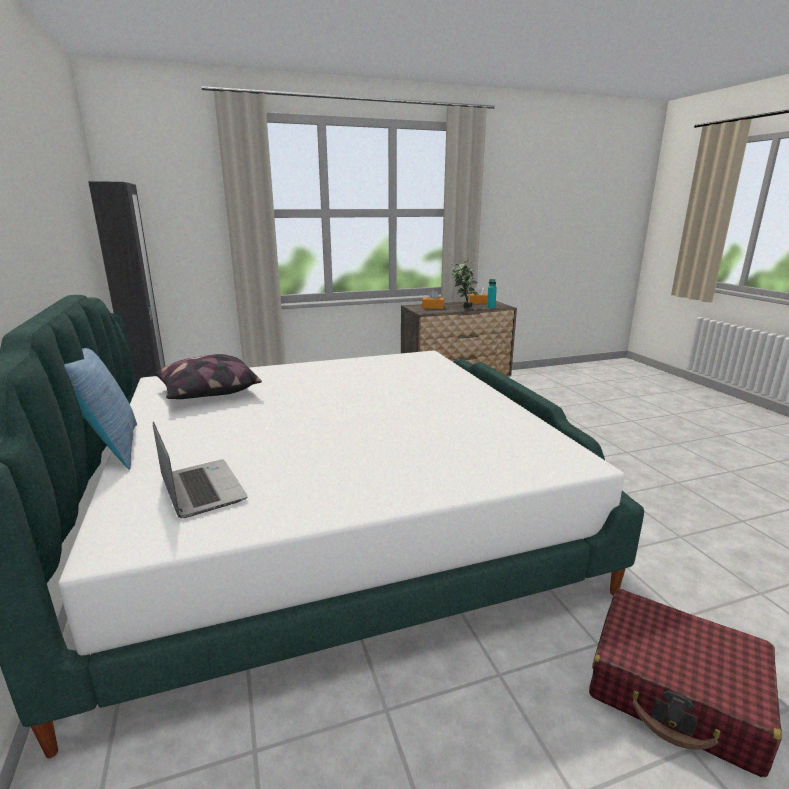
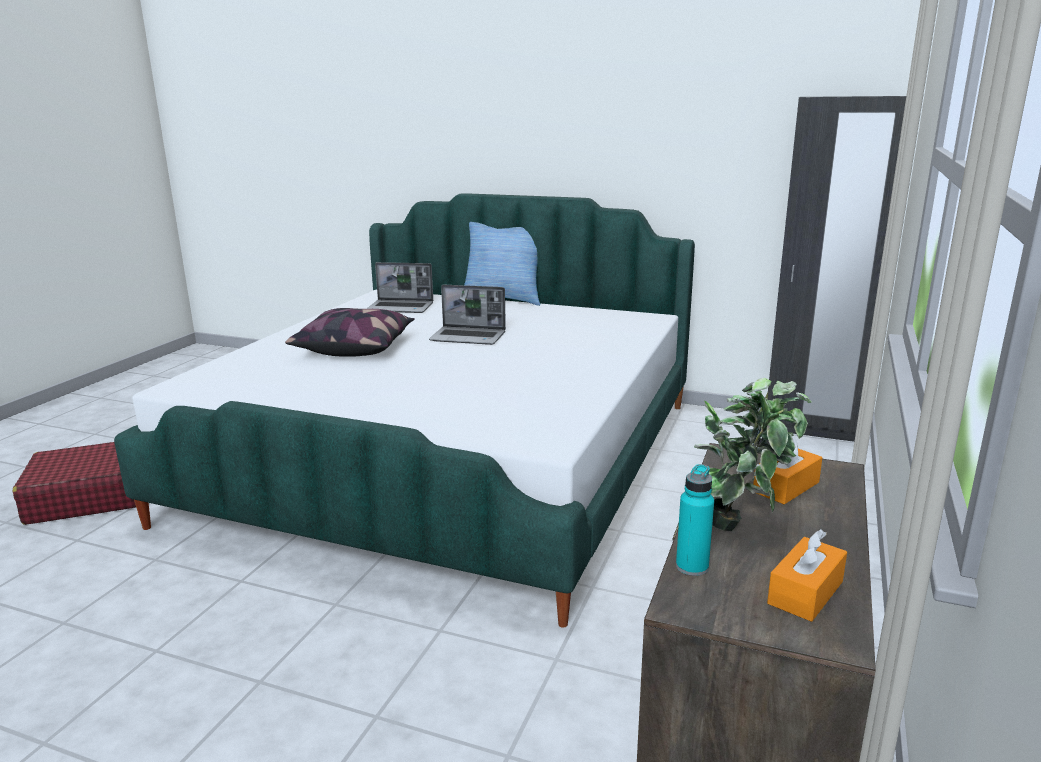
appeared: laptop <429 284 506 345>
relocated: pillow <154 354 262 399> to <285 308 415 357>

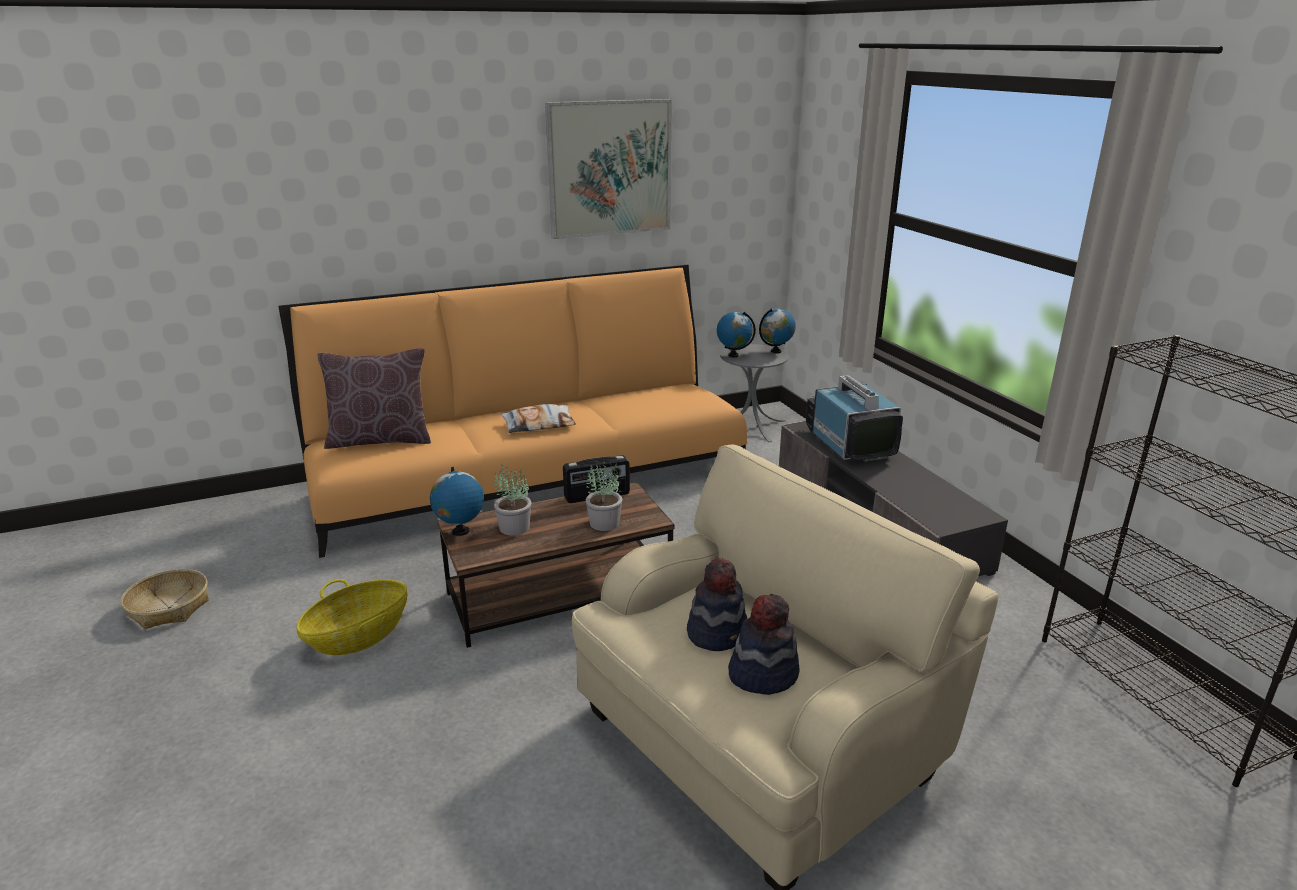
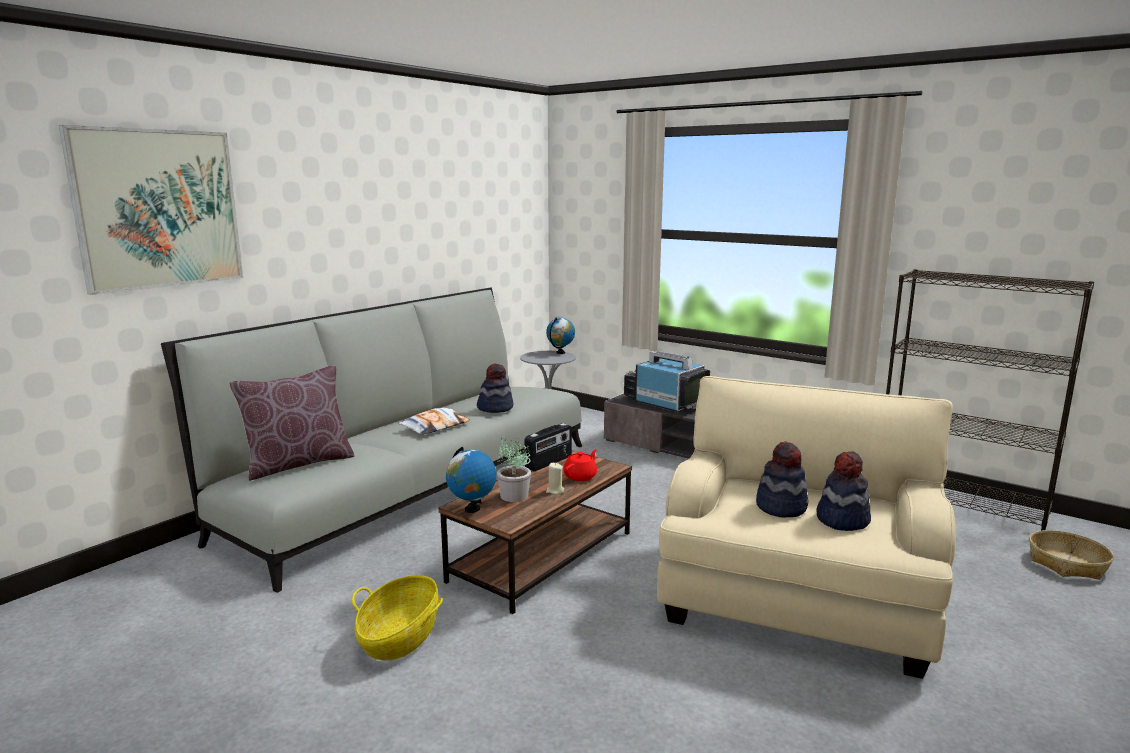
missing: globe <717 312 756 357>
appeared: hat <477 363 513 413>; candle (beige) <546 463 564 494>
relocated: basket <121 569 209 629> to <1029 530 1114 580>; picture <545 99 672 239> to <59 125 243 295>
exchanged: potted plant <586 461 622 531> to teapot (red) <563 449 597 481>
colour: sofa (orange) <278 265 747 558> to sofa (grey) <161 287 582 593>

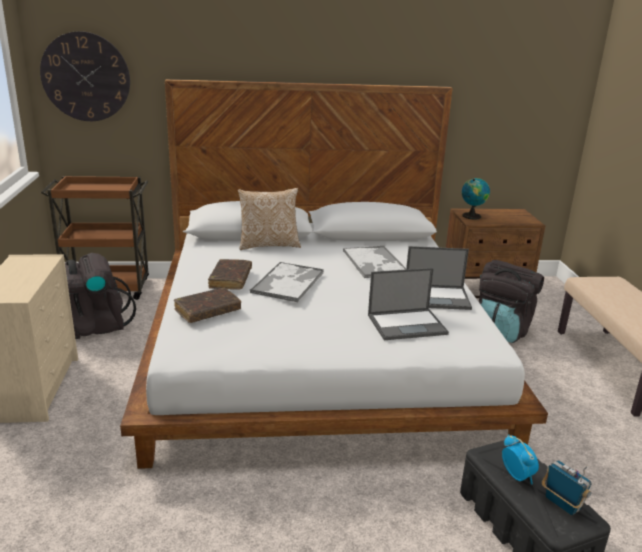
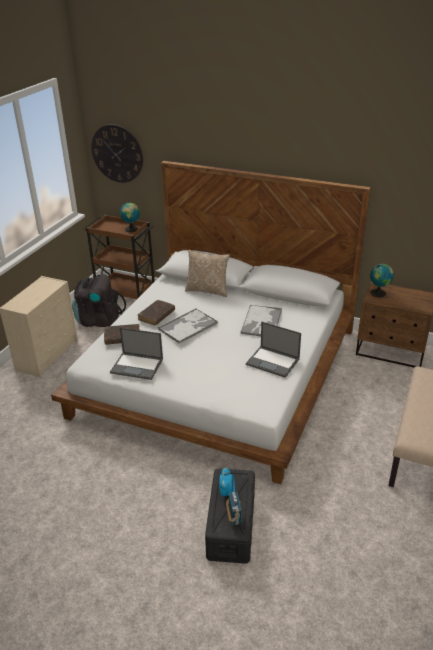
missing: backpack (black) <478 260 544 343>
appeared: globe <120 202 140 232>
relocated: laptop <368 268 449 340> to <110 328 163 380>

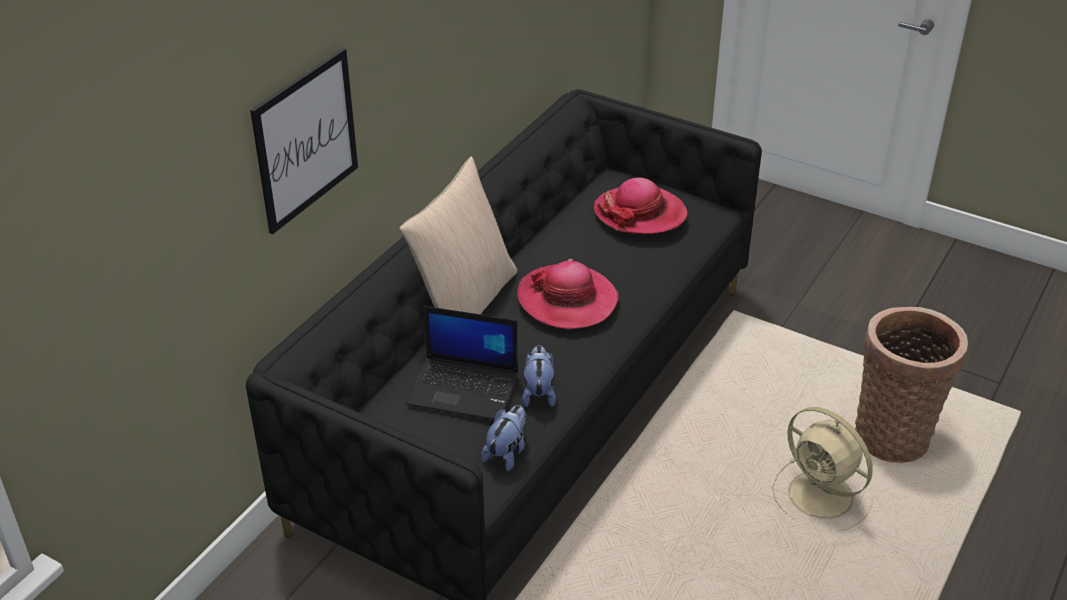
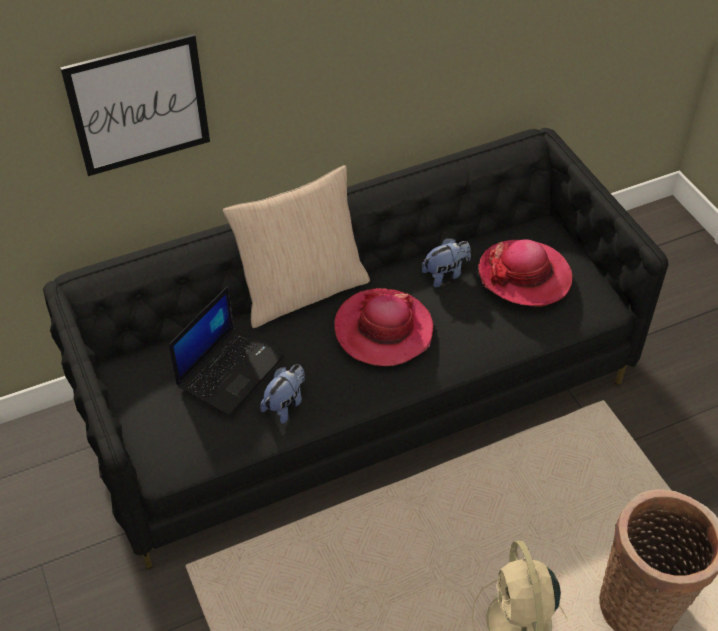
relocated: plush toy <481 405 526 471> to <422 238 471 287>
spun: laptop <406 306 518 420> = <169 286 284 416> 105 degrees counterclockwise

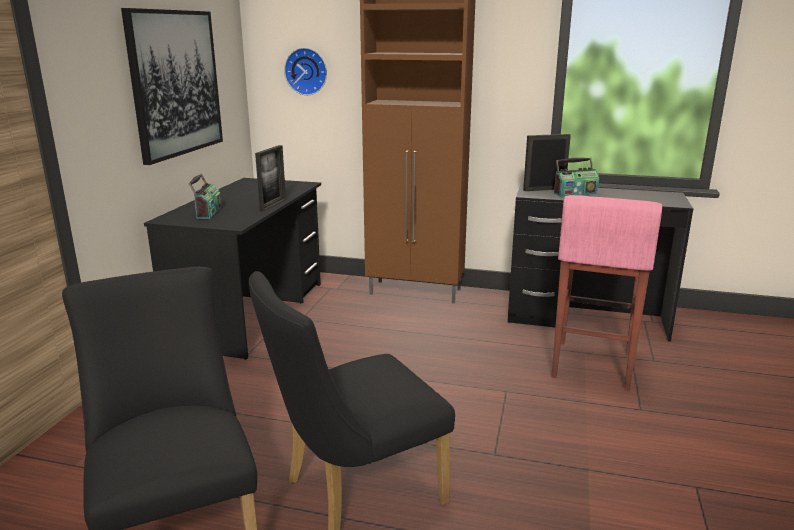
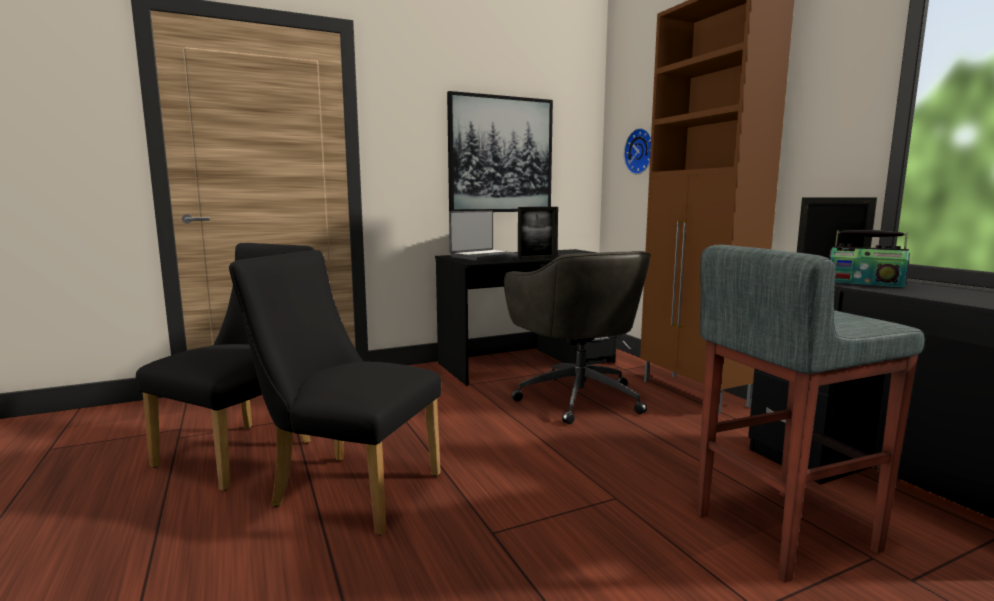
appeared: office chair (grey) <504 251 651 424>
exchanged: radio <189 174 221 219> to laptop <449 211 518 261>
colour: stool (pink) <551 195 662 391> to stool (grey) <696 245 925 583>

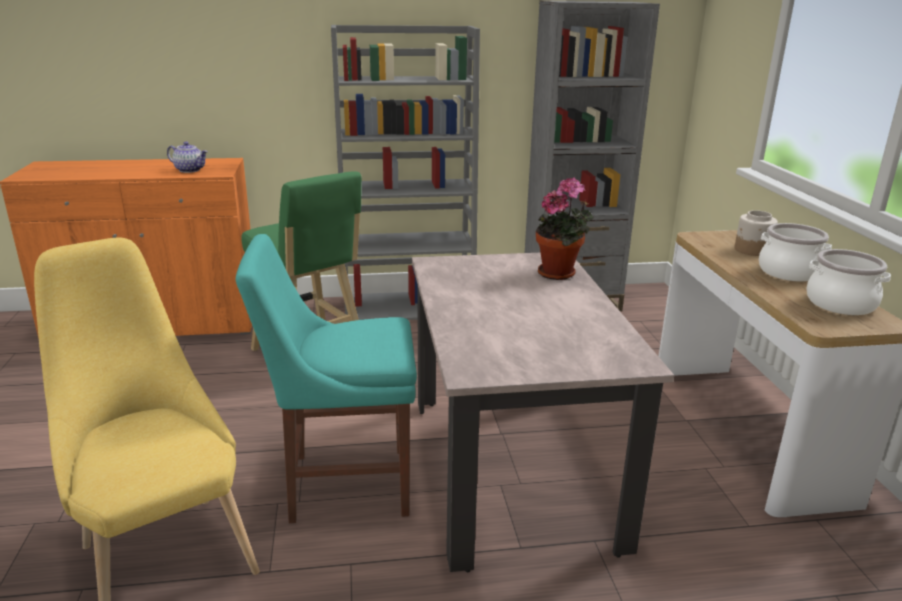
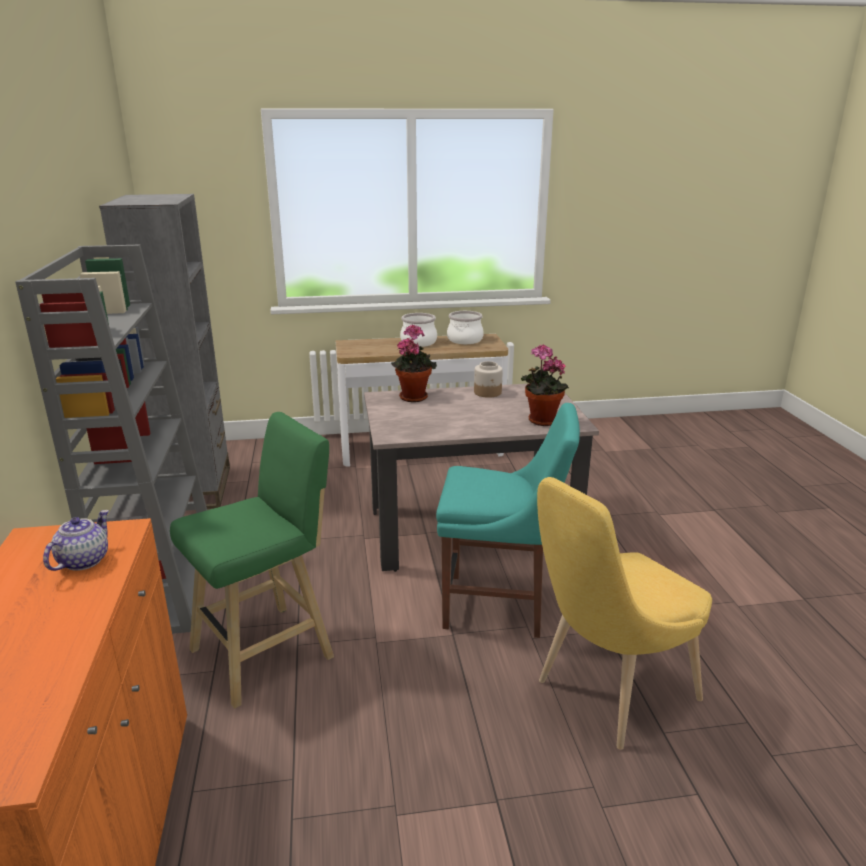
appeared: potted plant <521 344 569 426>
relocated: jar <735 210 778 256> to <474 361 503 398>
spun: chair (turquoise) <236 234 417 523> = <436 403 580 638> 75 degrees counterclockwise

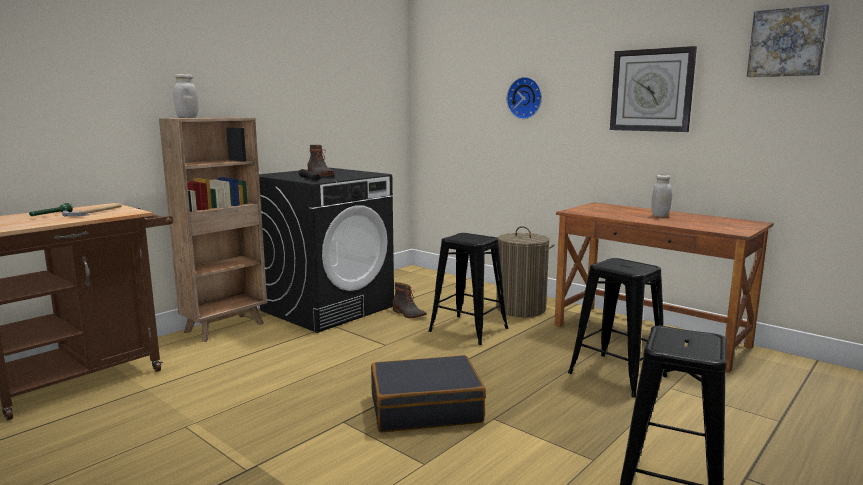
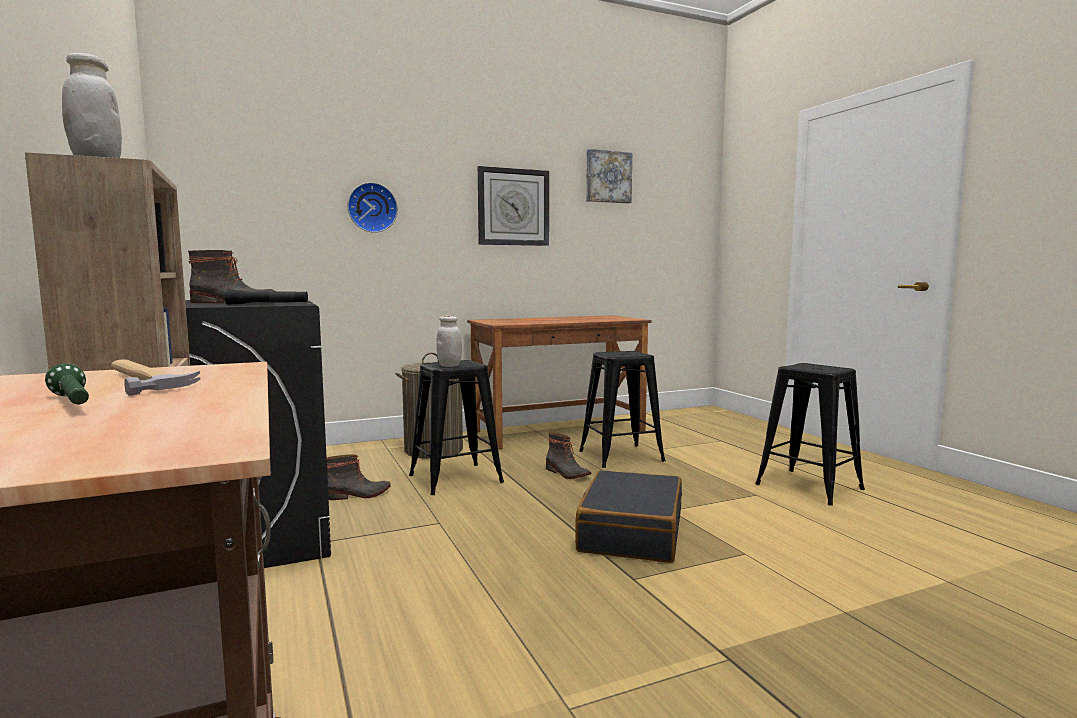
appeared: boot <546 432 591 479>
relocated: jar (white) <651 174 672 217> to <436 316 462 367>

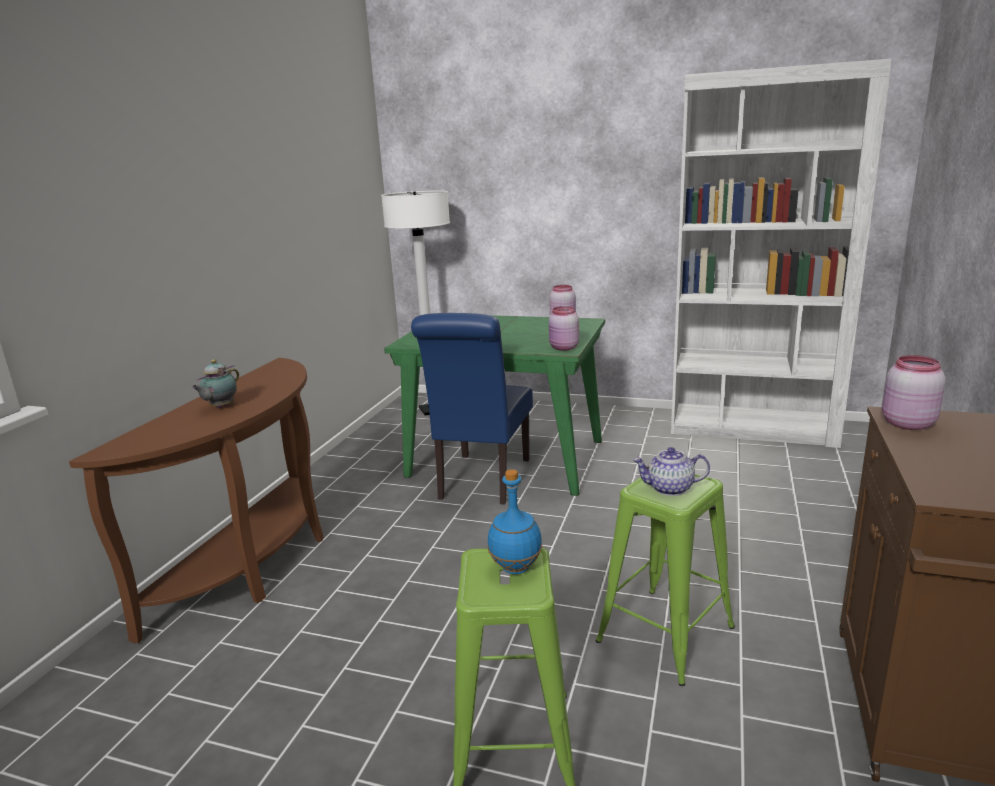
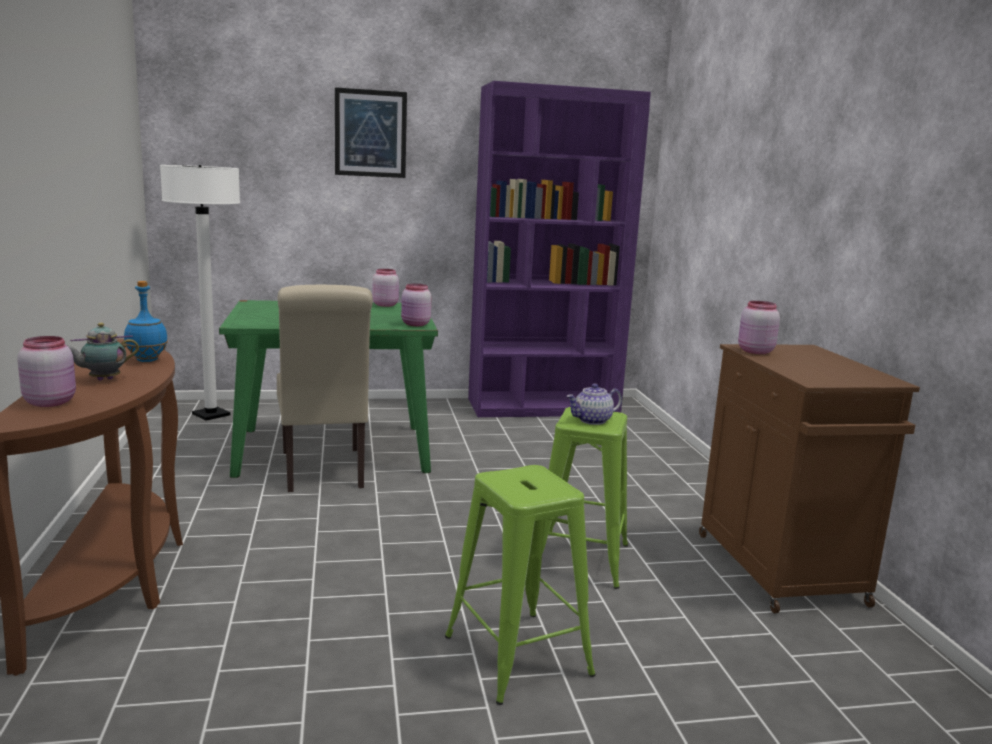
appeared: jar (pink) <17 336 76 407>; picture <335 87 407 178>
relocated: bottle (blue) <488 469 542 574> to <124 281 168 362>
colour: chair (blue) <411 313 533 505> to chair (beige) <277 285 373 492>; bookcase (white) <671 59 892 448> to bookcase (purple) <468 81 651 417>
spun: teapot <192 359 239 408> = <67 323 139 381> 60 degrees clockwise

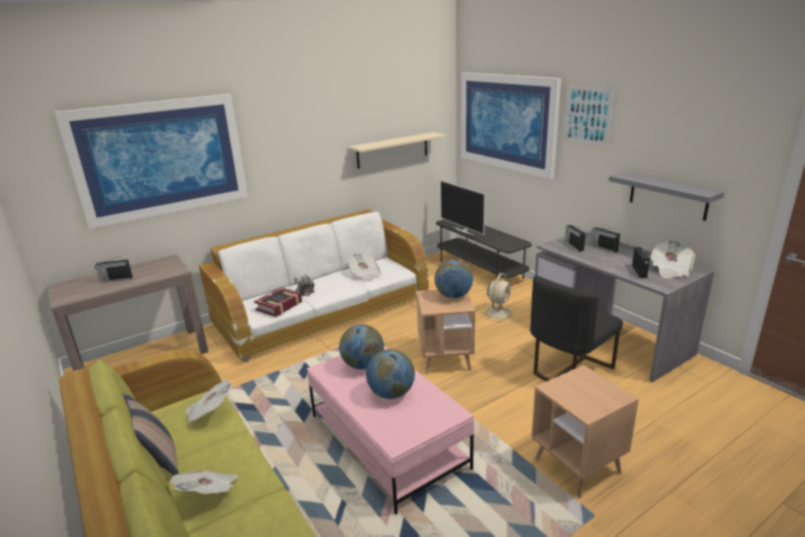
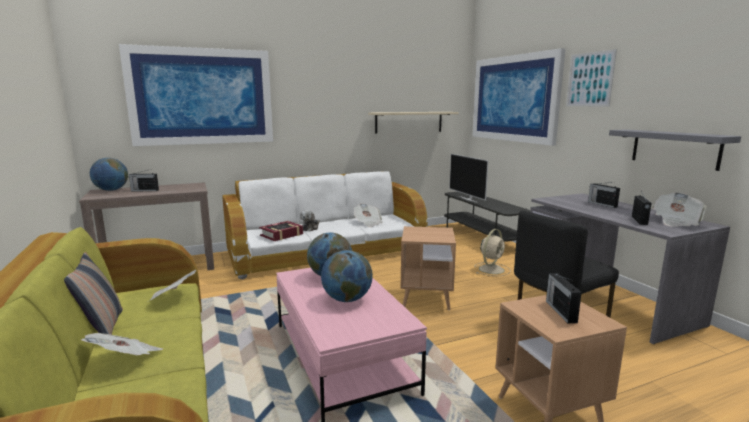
relocated: globe <434 260 473 298> to <90 158 128 191>; radio <565 225 586 251> to <546 273 582 323>

